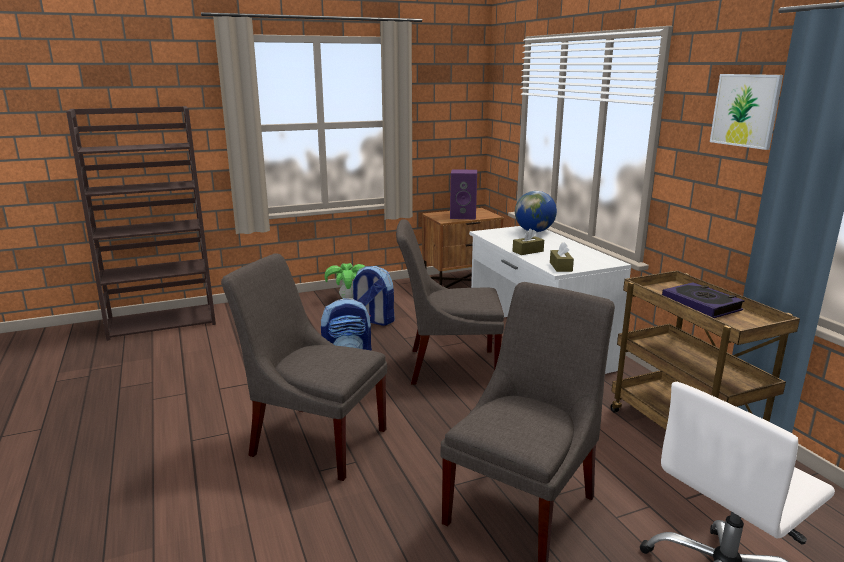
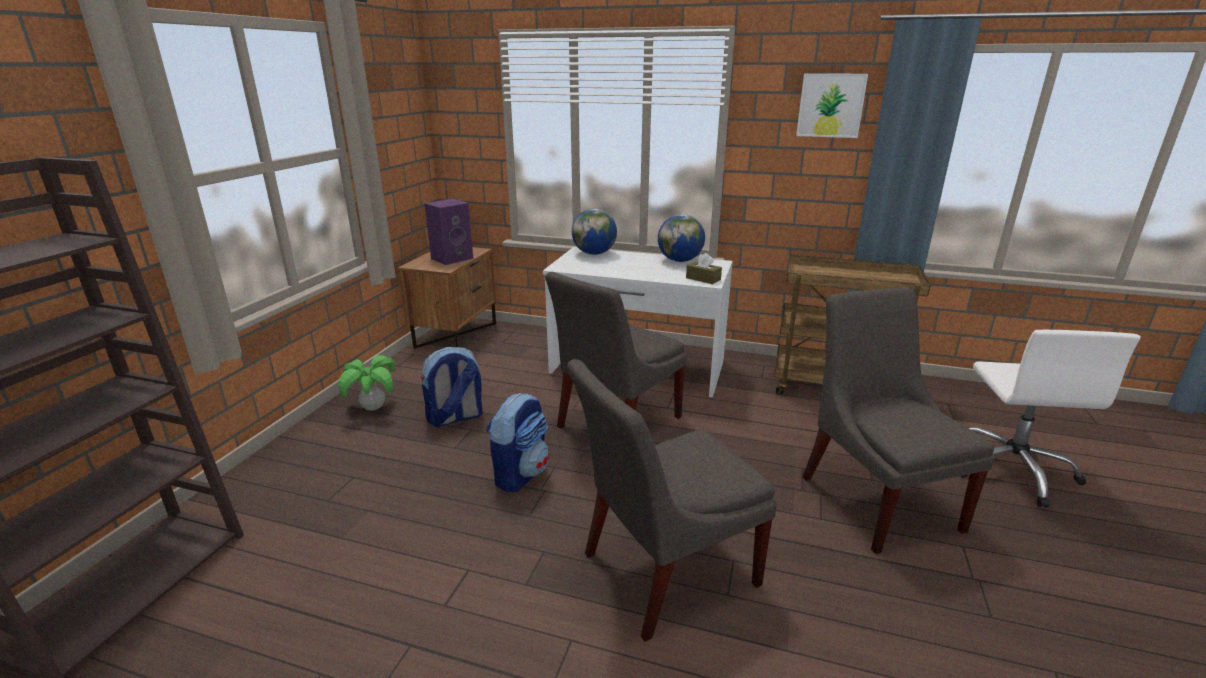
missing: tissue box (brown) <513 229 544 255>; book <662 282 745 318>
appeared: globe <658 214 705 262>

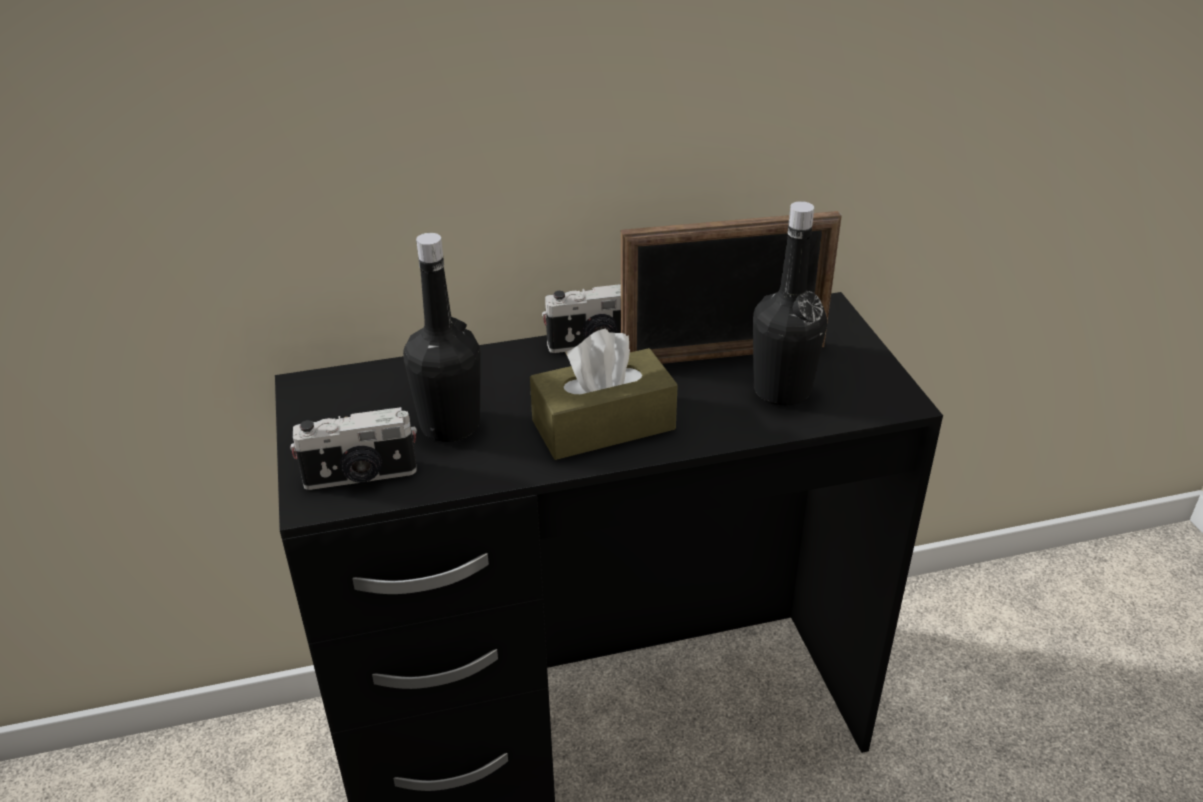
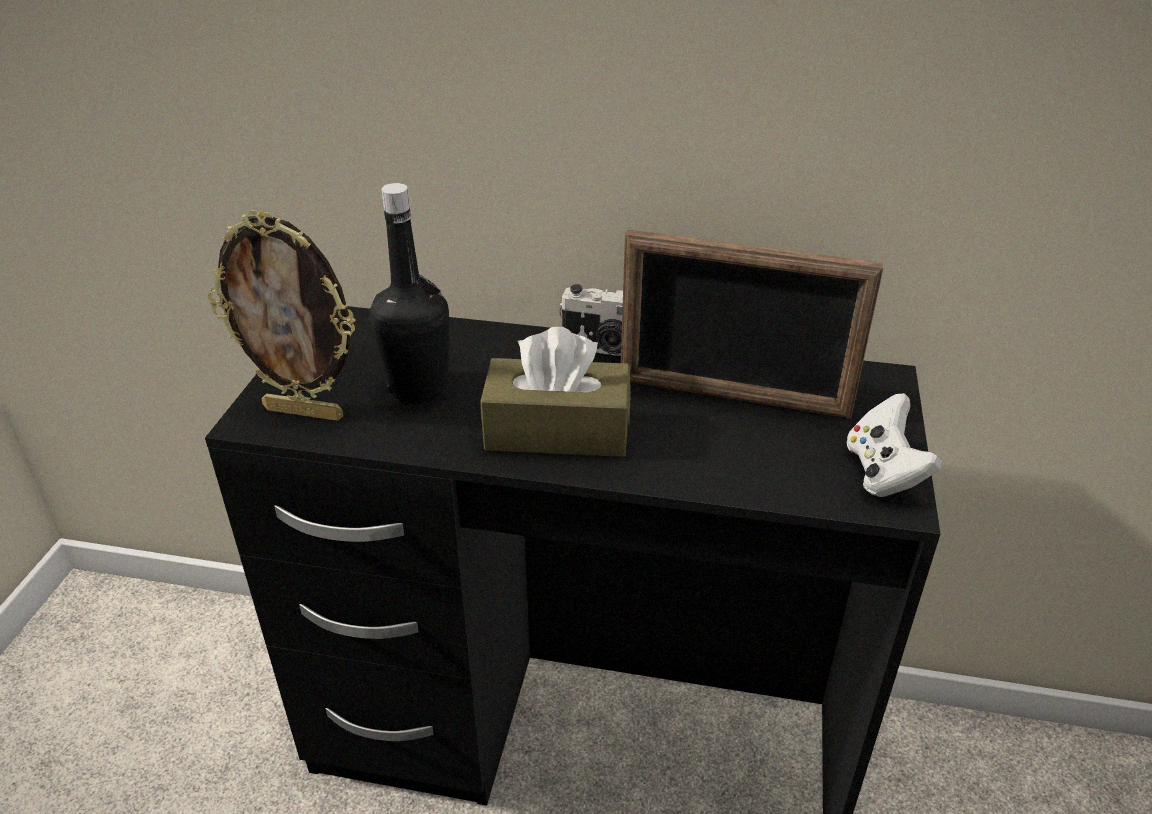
missing: bottle (black) <753 201 827 406>
appeared: game controller (white) <847 393 943 497>
exchanged: photo camera <291 407 417 490> to picture frame <208 210 356 421>

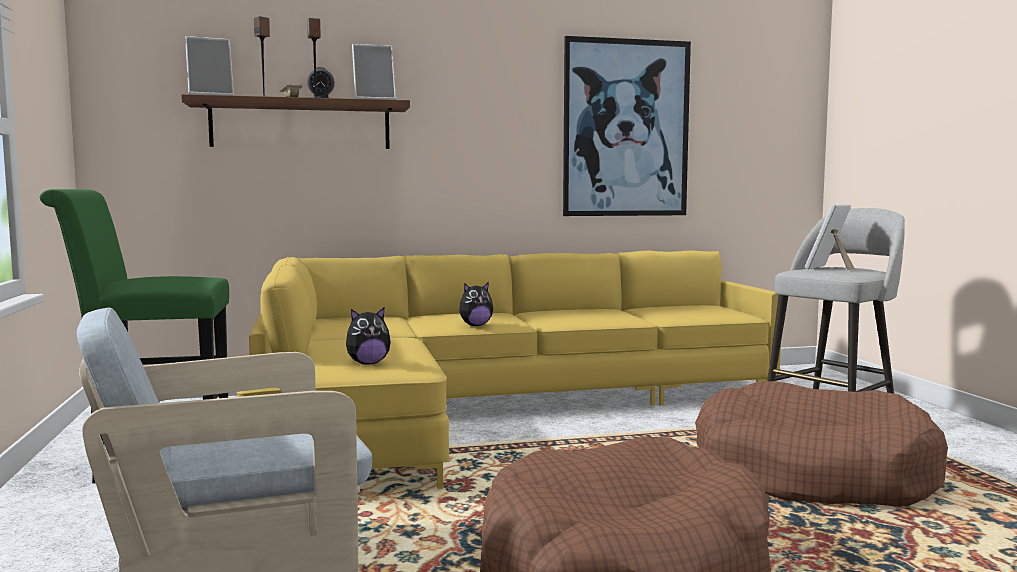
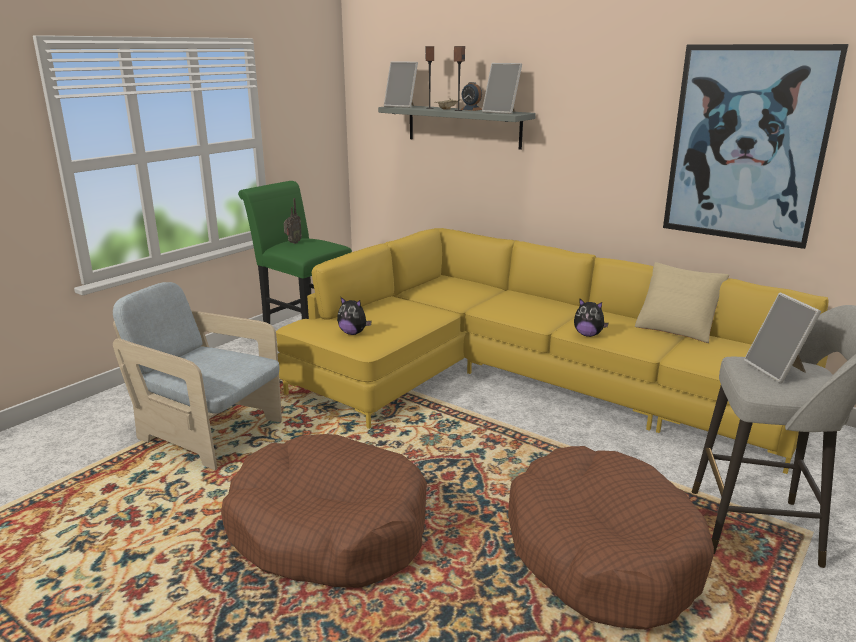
appeared: radio <284 198 302 244>; pillow (beige) <635 262 729 343>
relocated: plush toy <459 282 493 326> to <574 299 609 337>
colour: shelf (brown) <181 94 410 149> to shelf (grey) <378 106 536 150>
spun: picture frame <805 204 854 270> = <744 293 822 383> 105 degrees counterclockwise

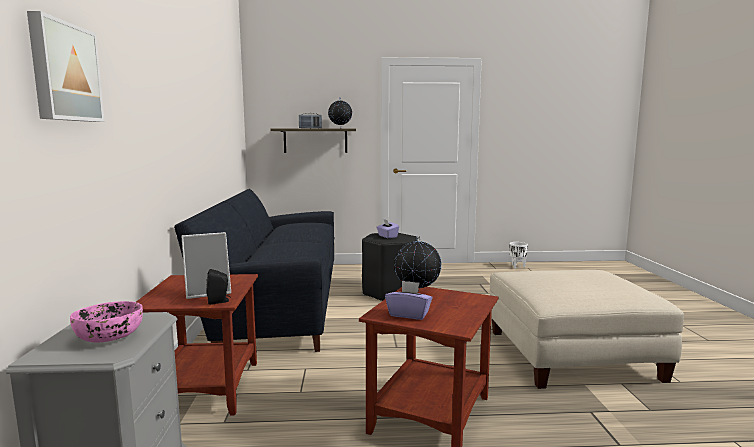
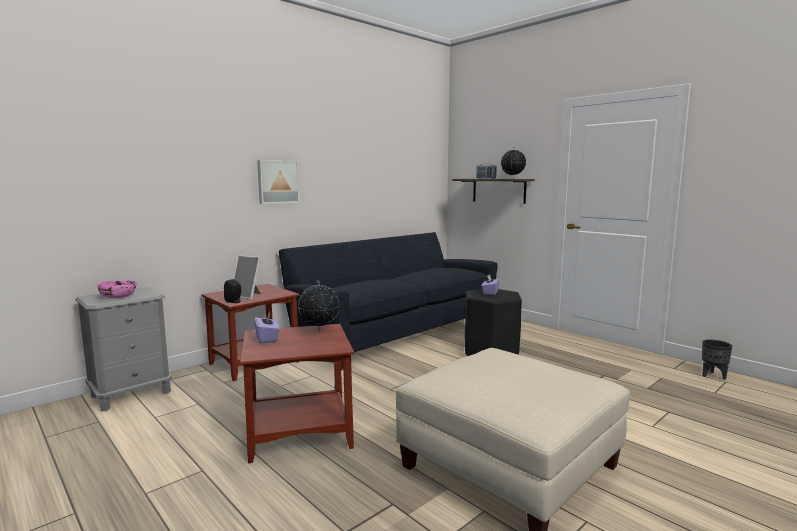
relocated: picture <27 11 105 122> to <257 160 300 204>
colour: planter (white) <510 242 528 269> to planter (black) <702 340 732 380>

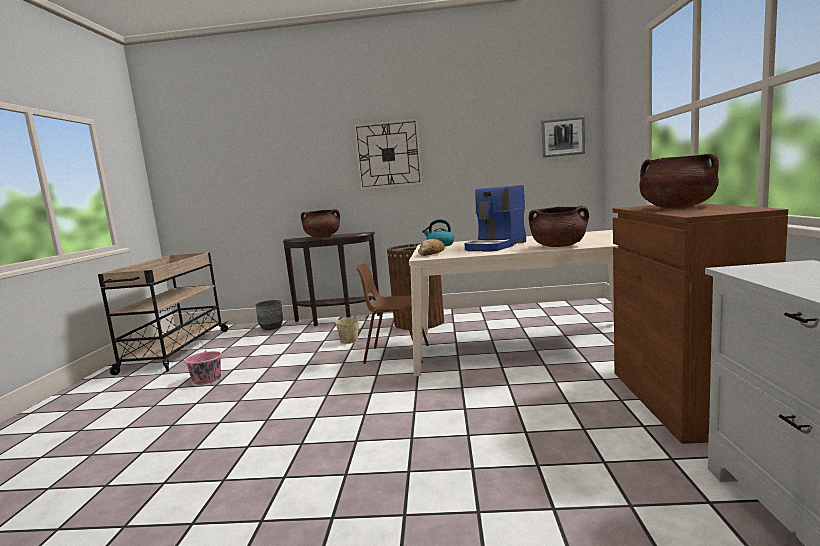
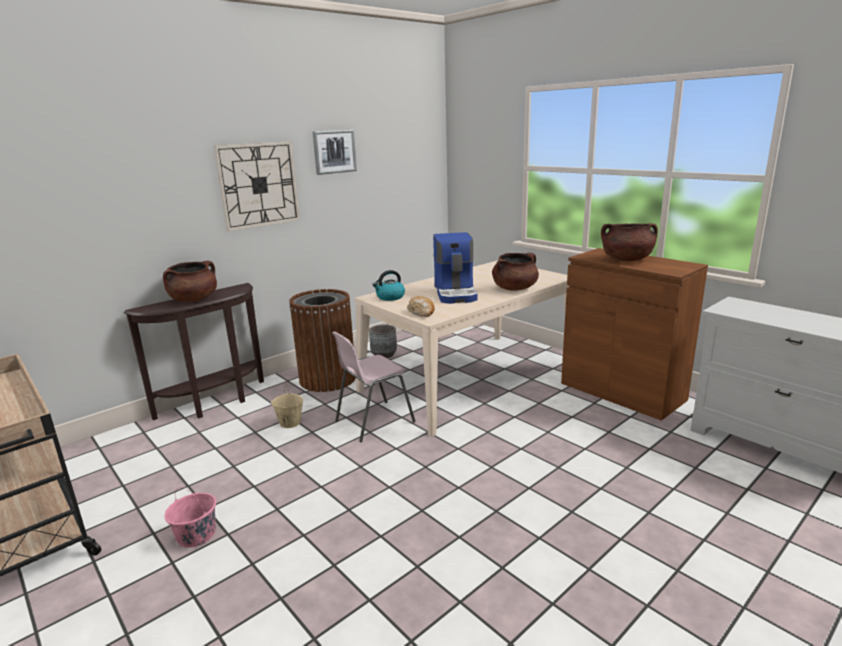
relocated: planter (grey) <256 300 283 330> to <369 324 397 358>; picture <541 116 585 158> to <312 130 357 175>
colour: chair (brown) <357 263 429 364> to chair (pink) <332 331 415 442>

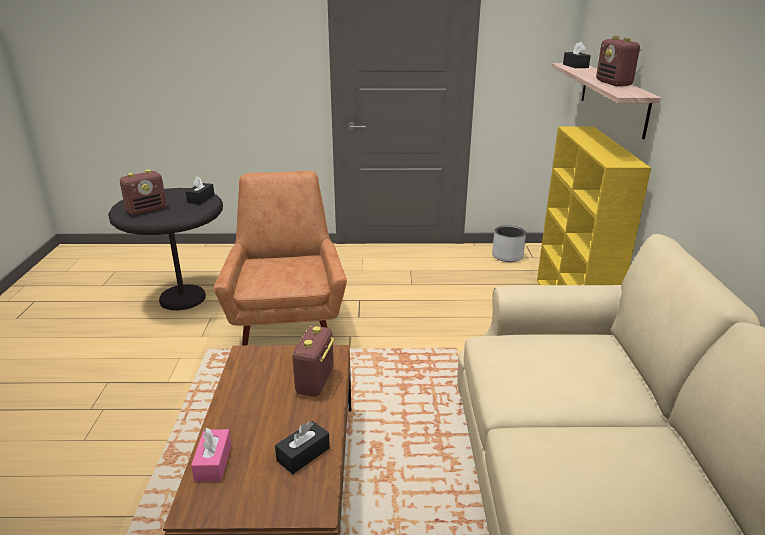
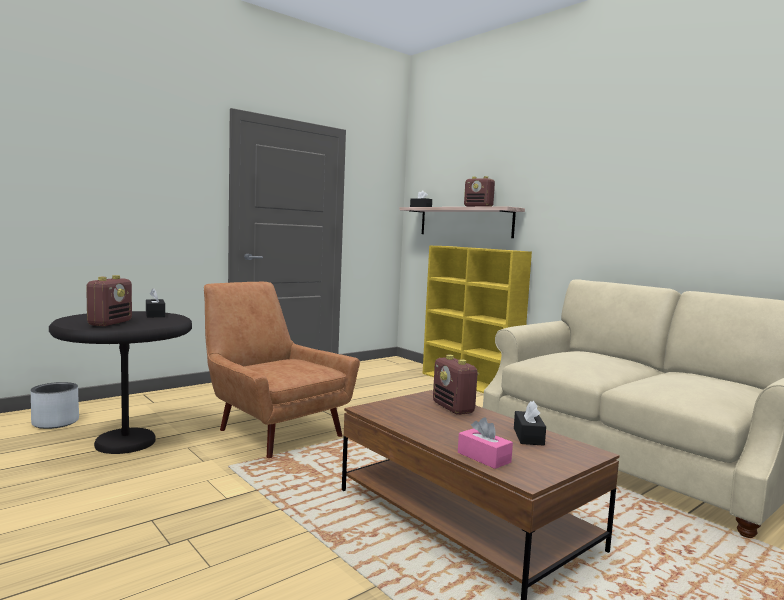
relocated: planter (grey) <492 225 526 262> to <31 382 79 429>

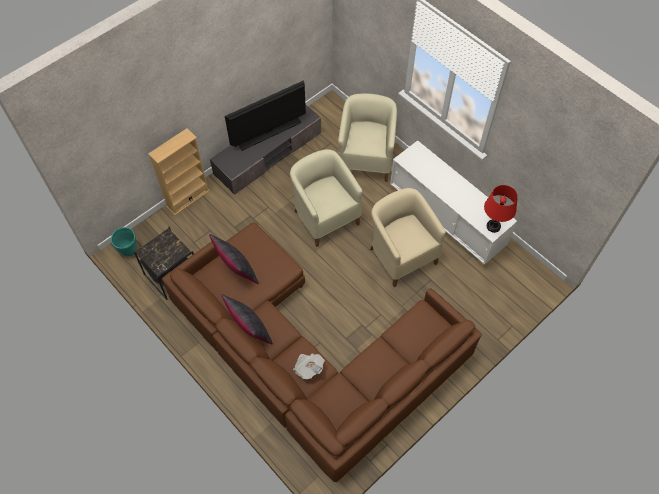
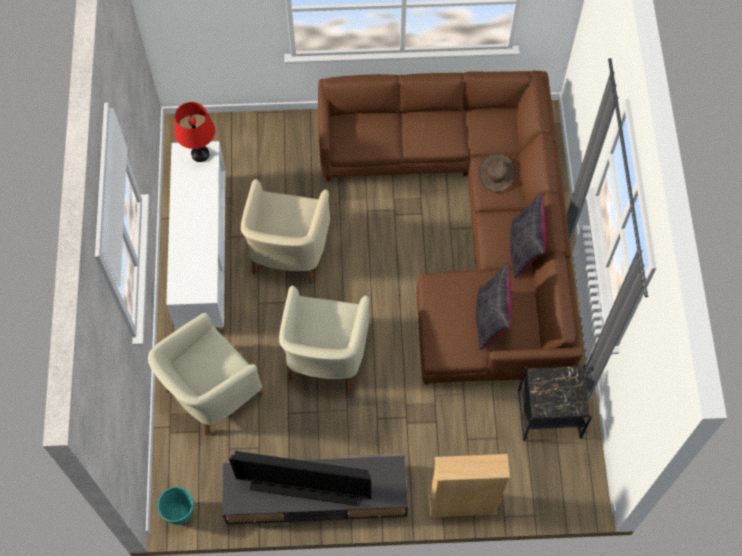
relocated: planter (turquoise) <111 227 137 256> to <157 487 194 525>
exchanged: newspaper <293 353 325 379> to hat (brown) <479 154 516 193>

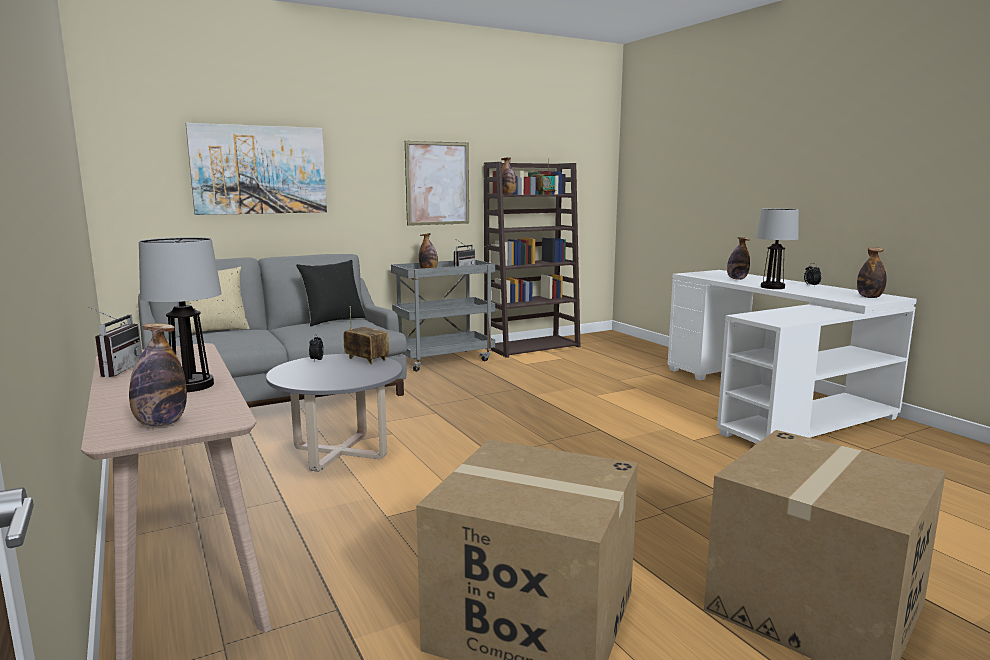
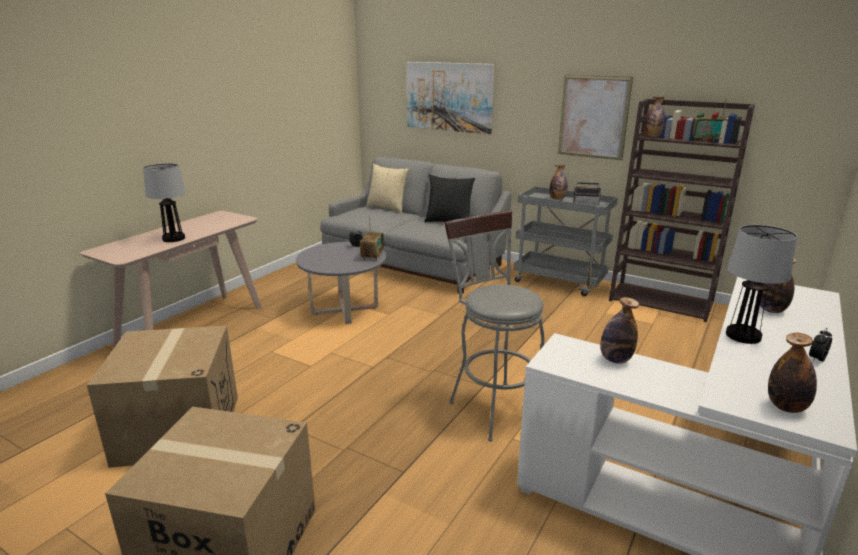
missing: radio <88 307 142 378>
appeared: stool (grey) <444 210 544 441>
relocated: bottle <129 323 187 426> to <600 297 639 364>

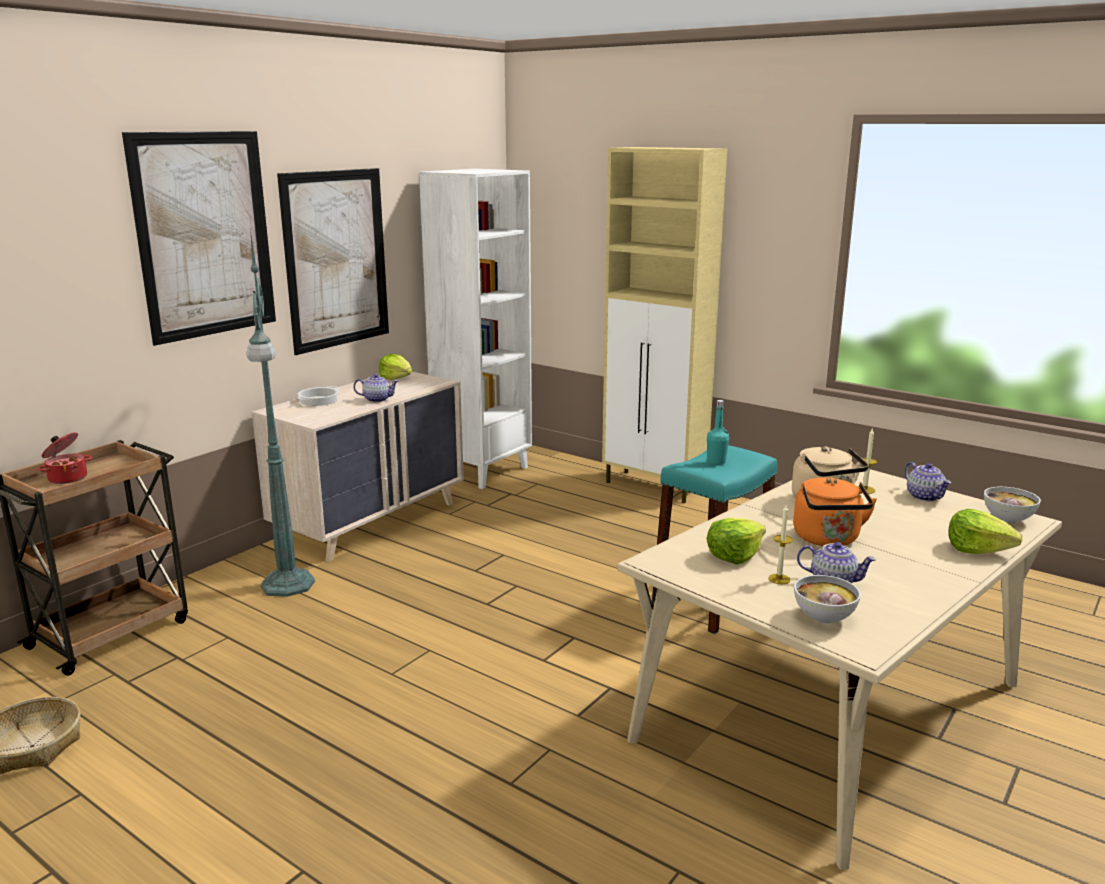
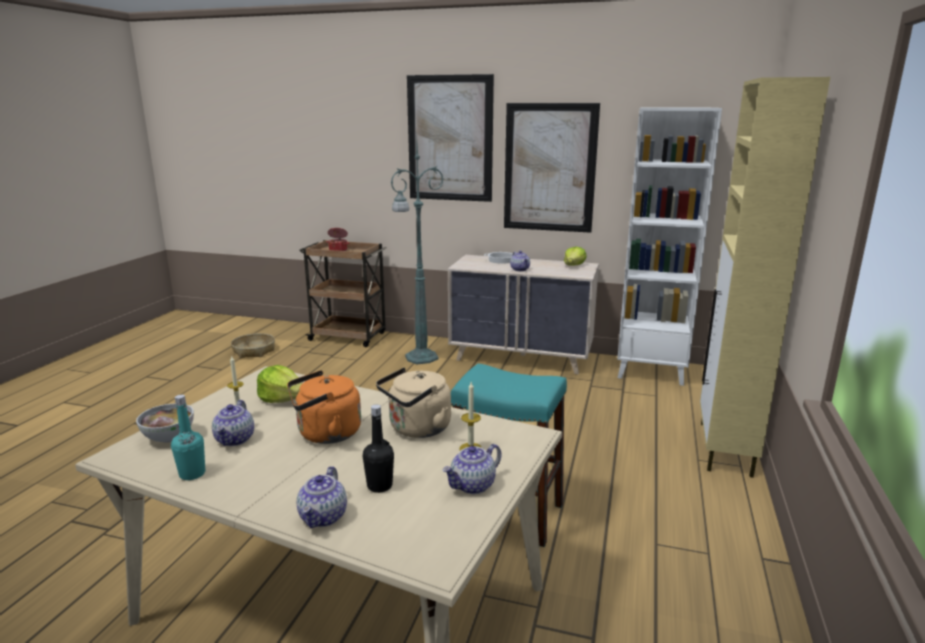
missing: bowl <984 487 1041 523>
appeared: bottle (black) <363 404 394 493>
relocated: bottle (turquoise) <707 400 729 465> to <171 395 205 480>
exchanged: lettuce <948 509 1023 554> to teapot <297 466 347 528>

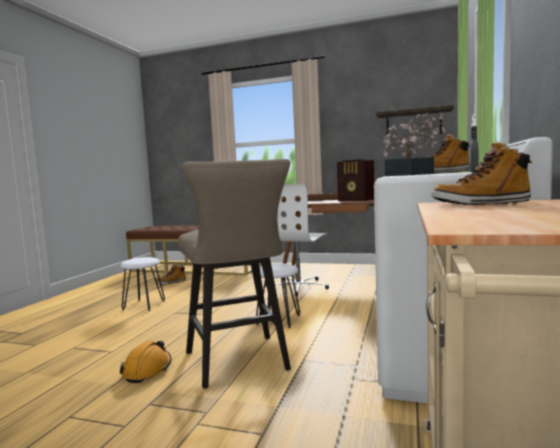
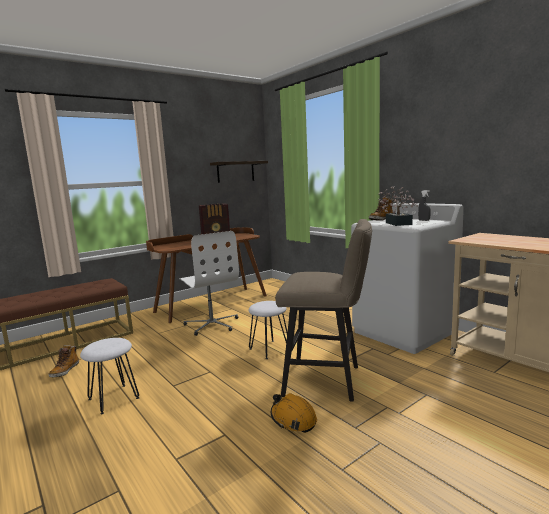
missing: boot <431 141 533 205>

